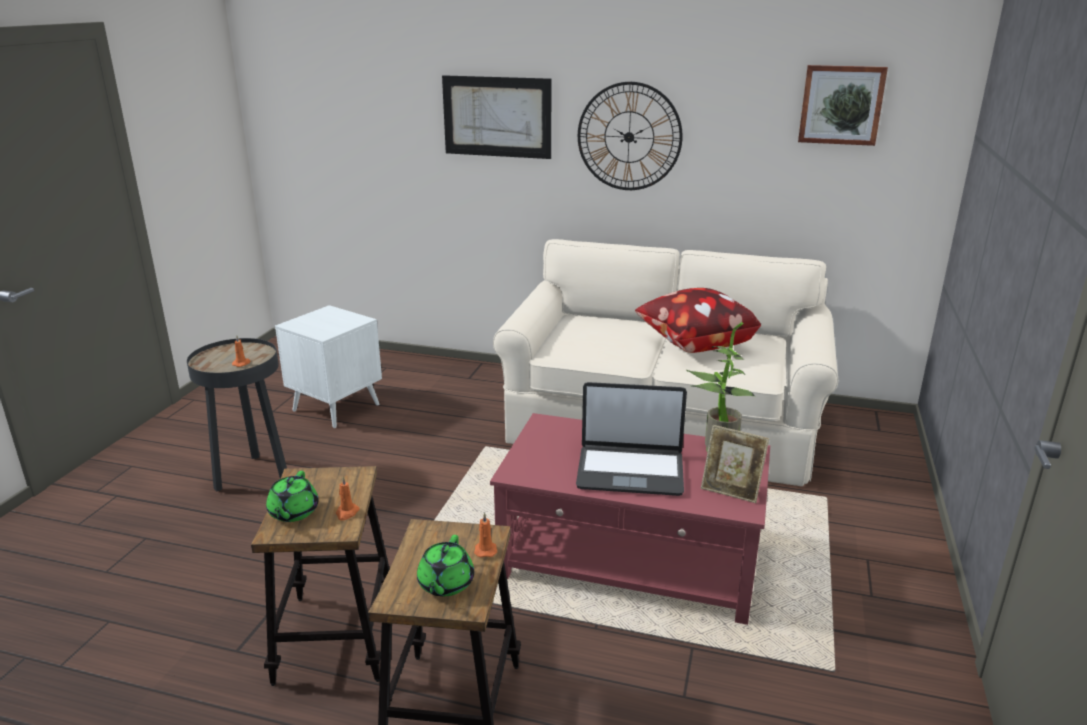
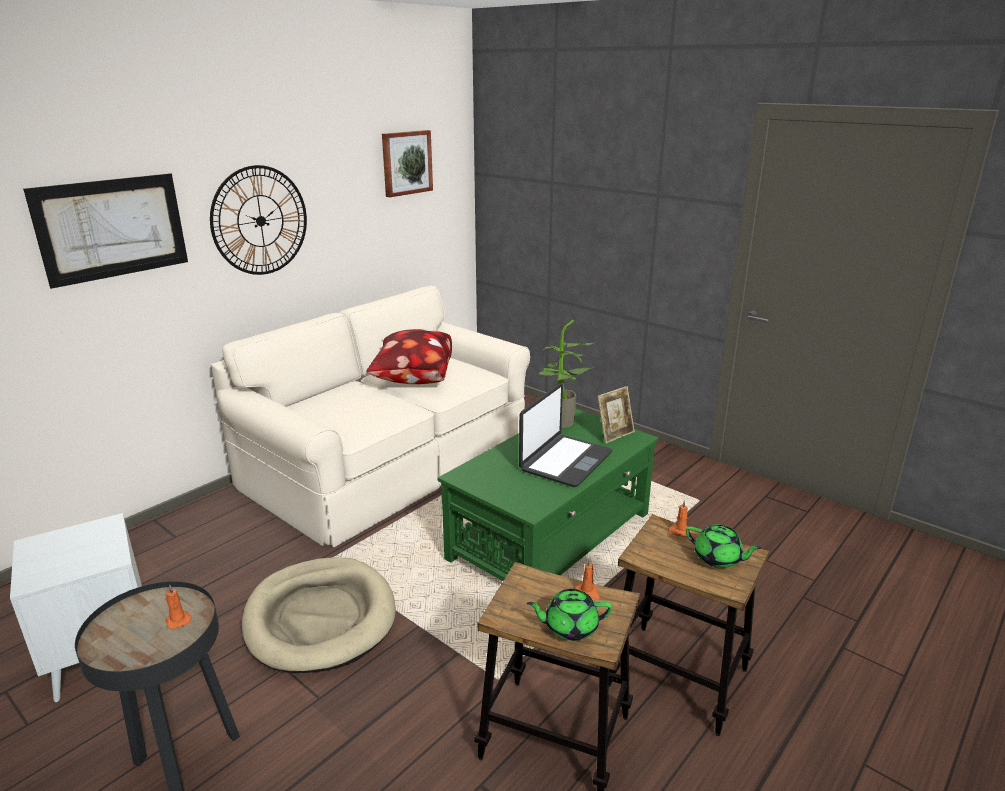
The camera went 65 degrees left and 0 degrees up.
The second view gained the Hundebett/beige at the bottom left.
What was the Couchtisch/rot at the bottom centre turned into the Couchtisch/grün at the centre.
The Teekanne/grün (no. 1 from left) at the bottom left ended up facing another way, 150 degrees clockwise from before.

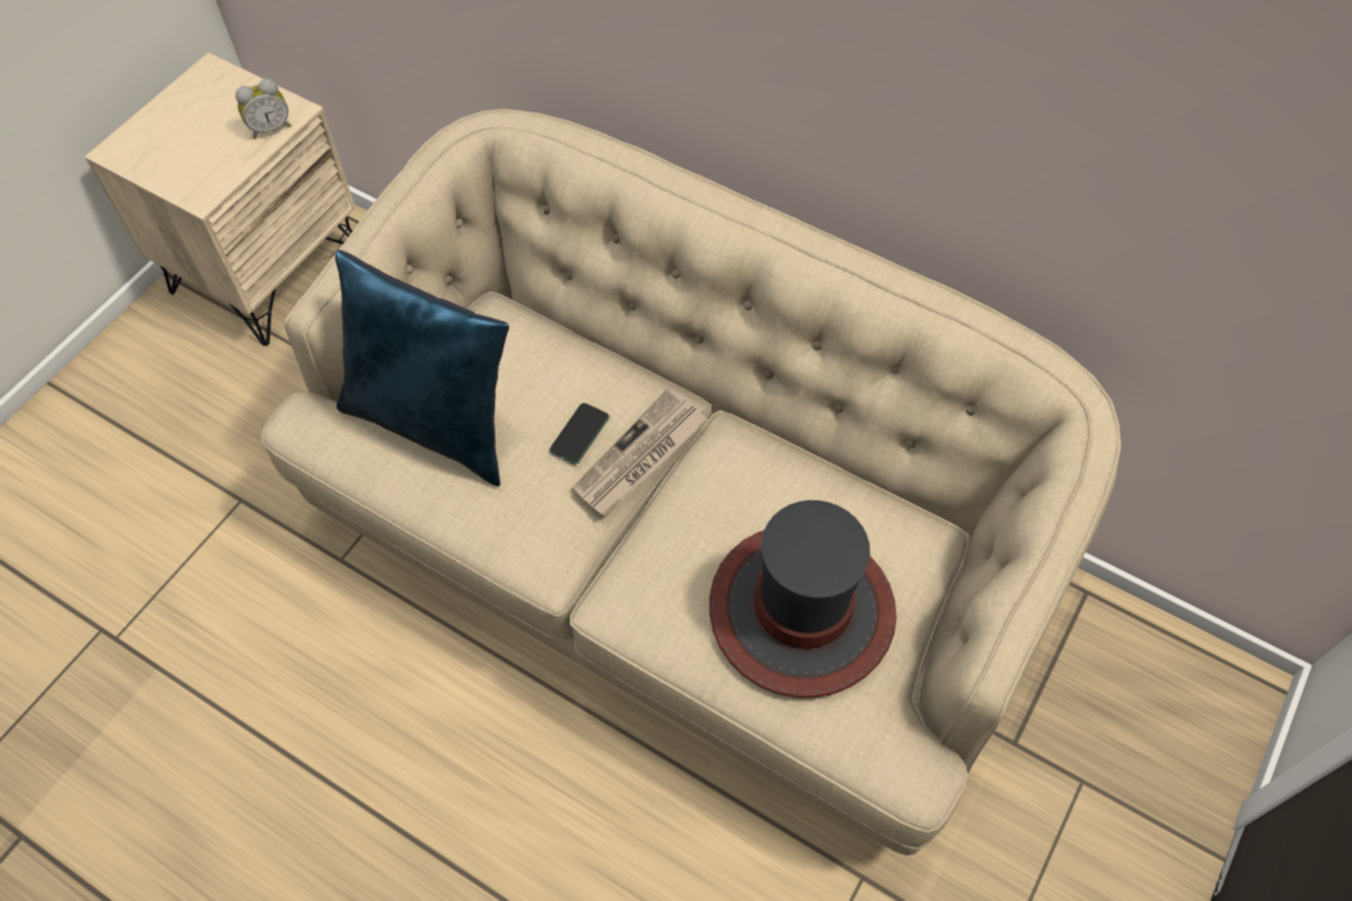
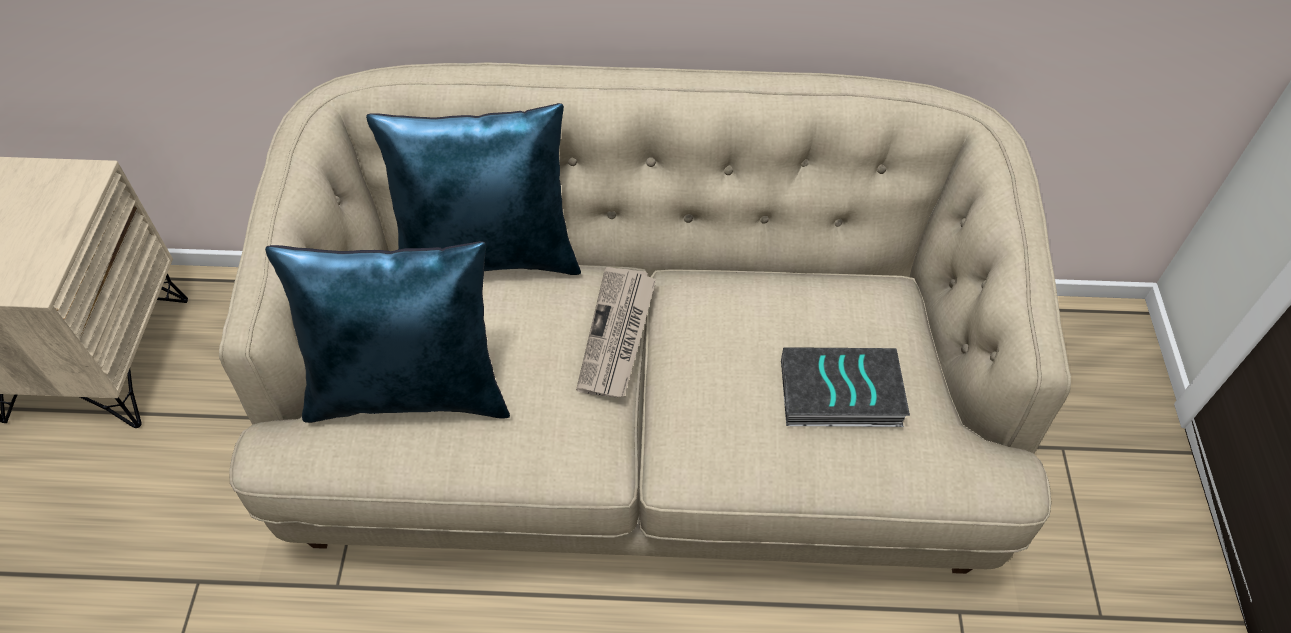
The camera went 30 degrees left and 5 degrees down.
The second view lost the Wecker at the top left.
The second view lost the Handy at the centre.
The second view gained the Kissen/blau (no. 2 from left) at the top centre.
Where the Hut stood at the centre, the Buch came to stand at the centre.

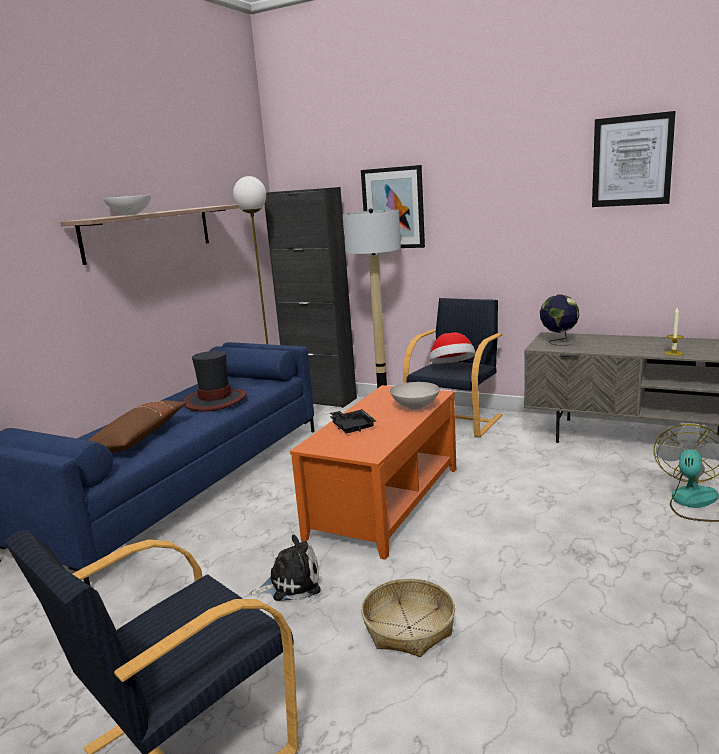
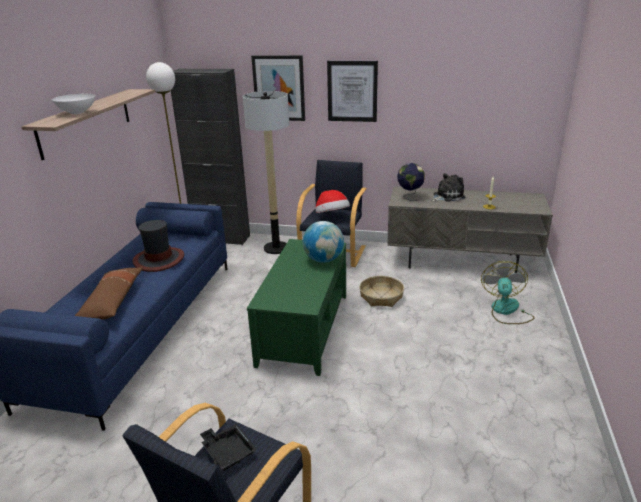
The camera went 15 degrees left and 10 degrees up.
The Plüschtier ended up elsewhere, having gone from the bottom centre to the middle right.
The Tablett/schwarz ended up elsewhere, having gone from the centre to the bottom centre.
The Korb ended up elsewhere, having gone from the bottom centre to the centre.
The Bild (no. 2 from left) ended up elsewhere, having gone from the top right to the top centre.
Where the Schüssel/weiß (no. 2 from left) stood at the centre, the Globus (no. 1 from left) came to stand at the centre.
What was the Couchtisch/orange at the centre turned into the Couchtisch/grün at the centre.

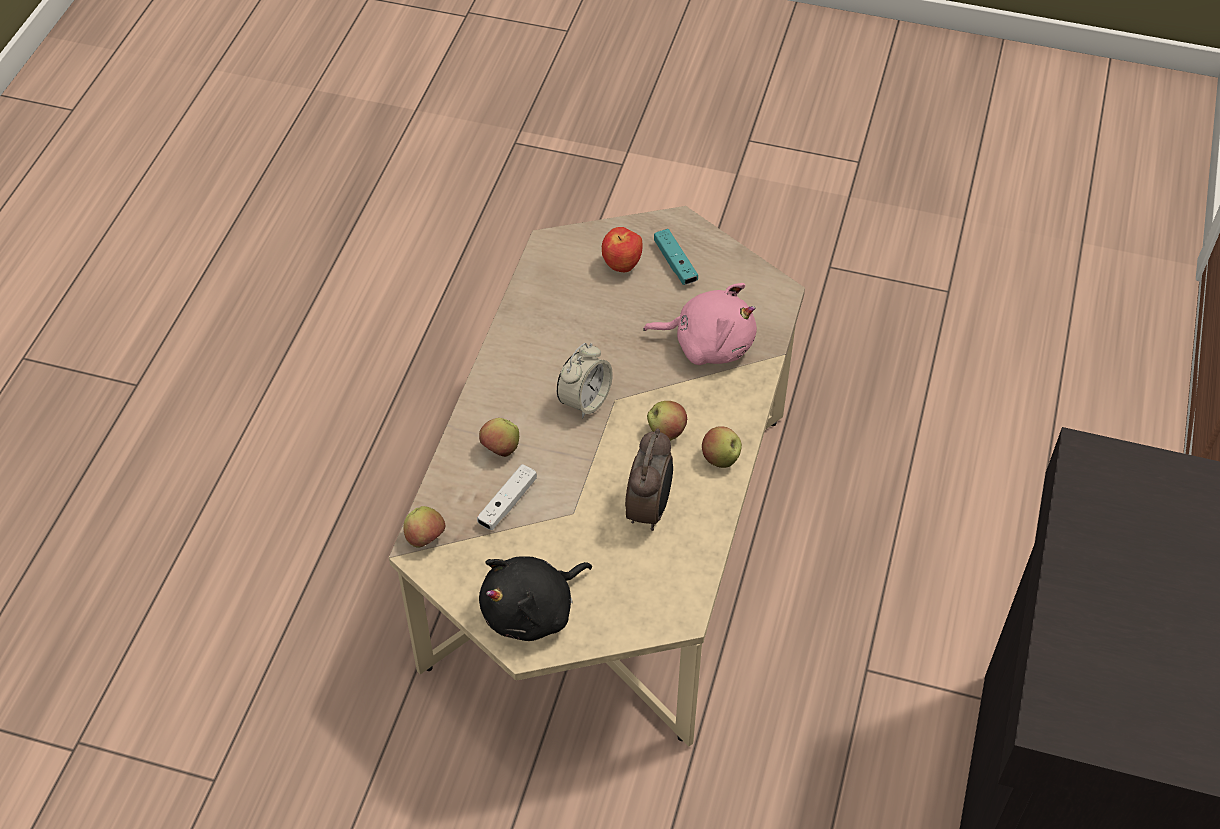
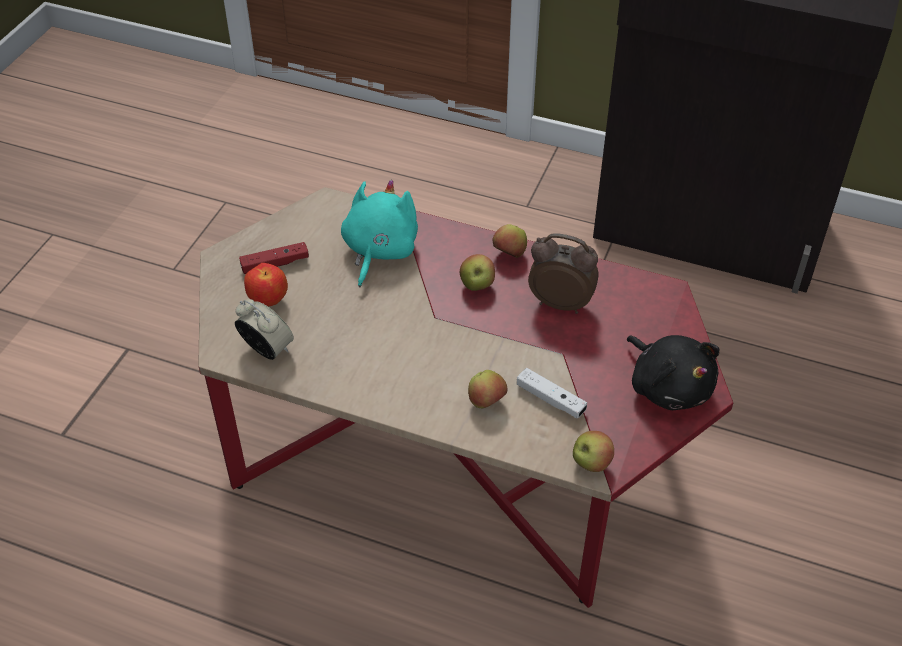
The camera went 85 degrees left and 5 degrees down.
The Wecker (no. 1 from left) ended up elsewhere, having gone from the centre to the middle left.
What was the Couchtisch/beige at the centre turned into the Couchtisch/rot at the centre.
What was the Plüschtier/rosa at the centre turned into the Plüschtier/türkis at the centre.
What was the Gamepad/türkis at the top centre turned into the Gamepad/rot at the middle left.

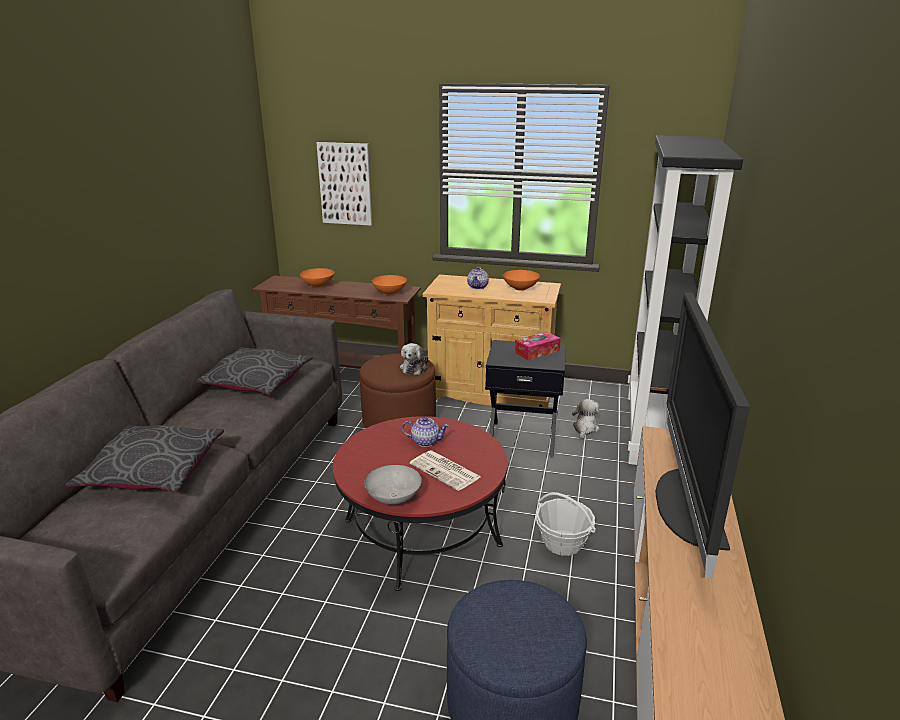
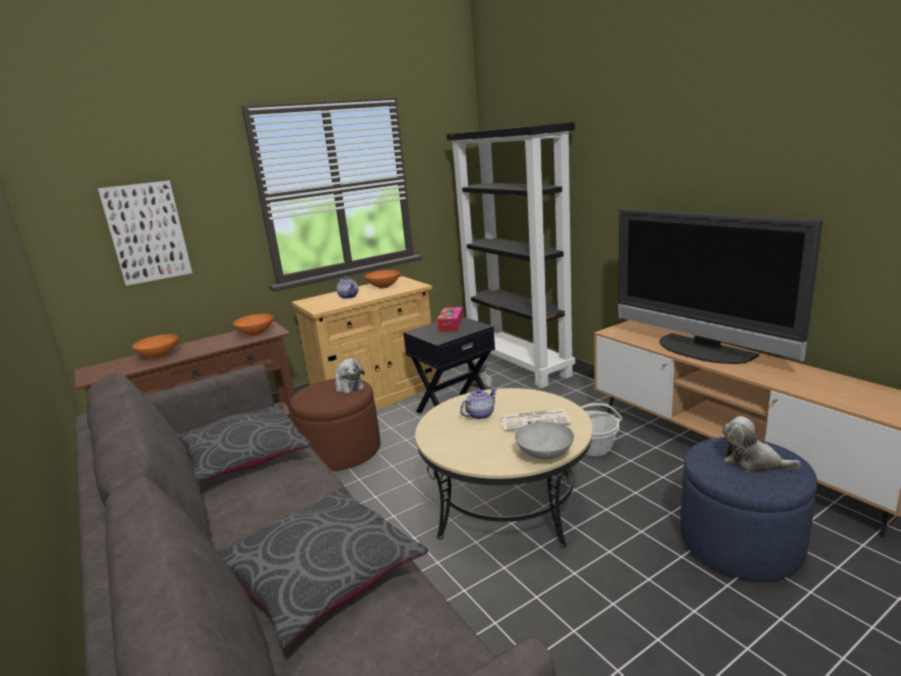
The camera went 45 degrees left and 5 degrees down.
The second view gained the Plüschtier (no. 3 from left) at the middle right.
What was the Couchtisch/rot at the bottom centre turned into the Couchtisch/beige at the bottom centre.

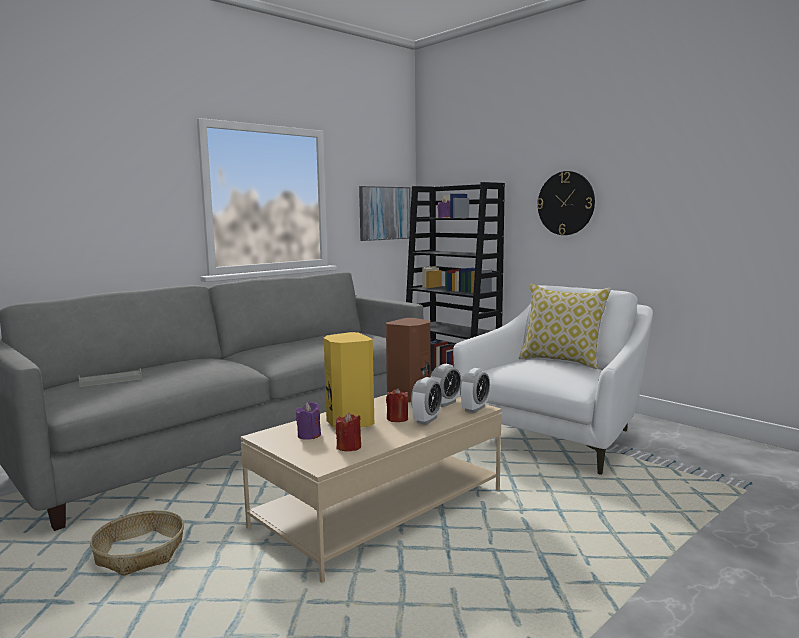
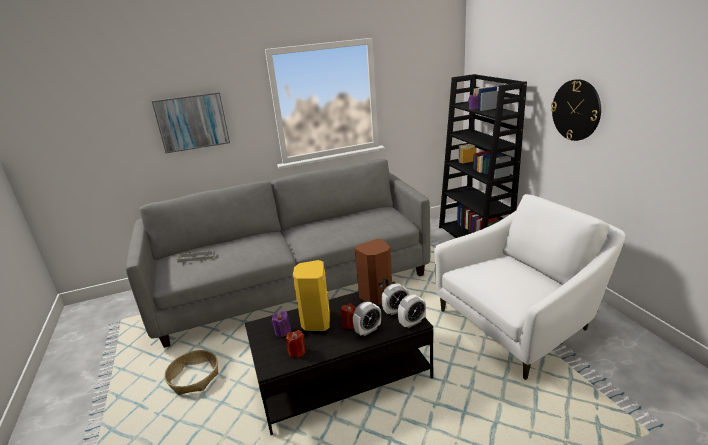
The camera went 25 degrees right and 15 degrees up.
The second view lost the Kissen at the middle right.
The Bild ended up elsewhere, having gone from the centre to the top left.
What was the Couchtisch/beige at the bottom centre turned into the Couchtisch/schwarz at the bottom centre.

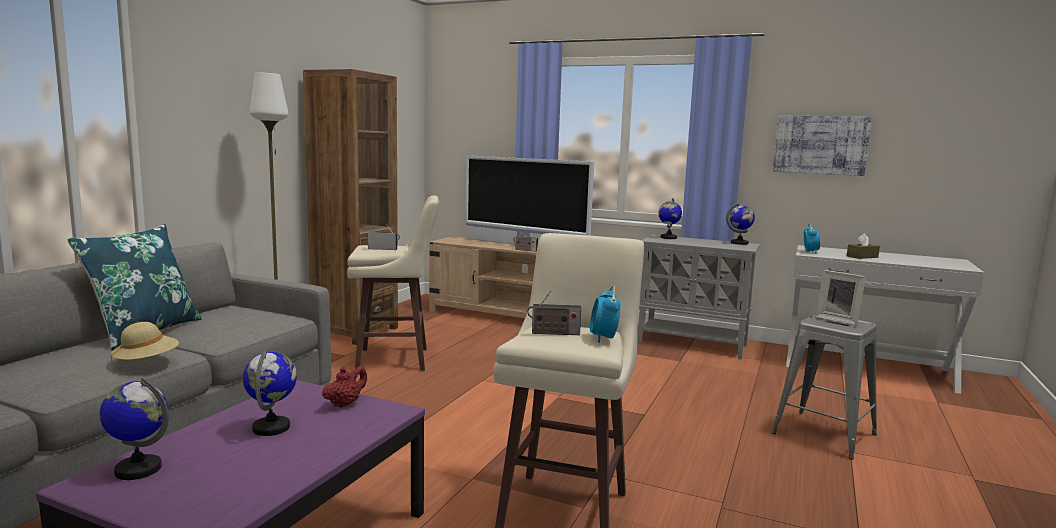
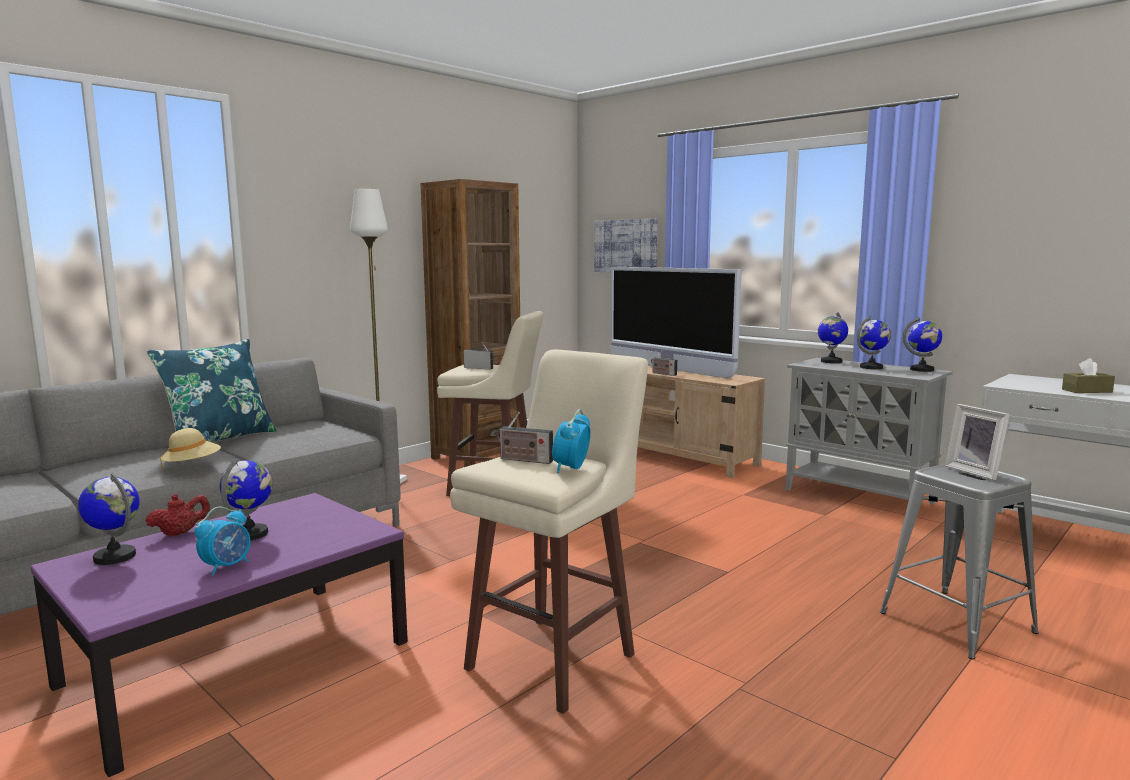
The camera went 20 degrees right and 0 degrees up.
The second view gained the Globus (no. 4 from left) at the middle right.
The Teekanne/rot ended up elsewhere, having gone from the bottom left to the middle left.
The Bild ended up elsewhere, having gone from the top right to the top centre.
The Wecker (no. 2 from left in the first image) ended up elsewhere, having gone from the middle right to the bottom left.

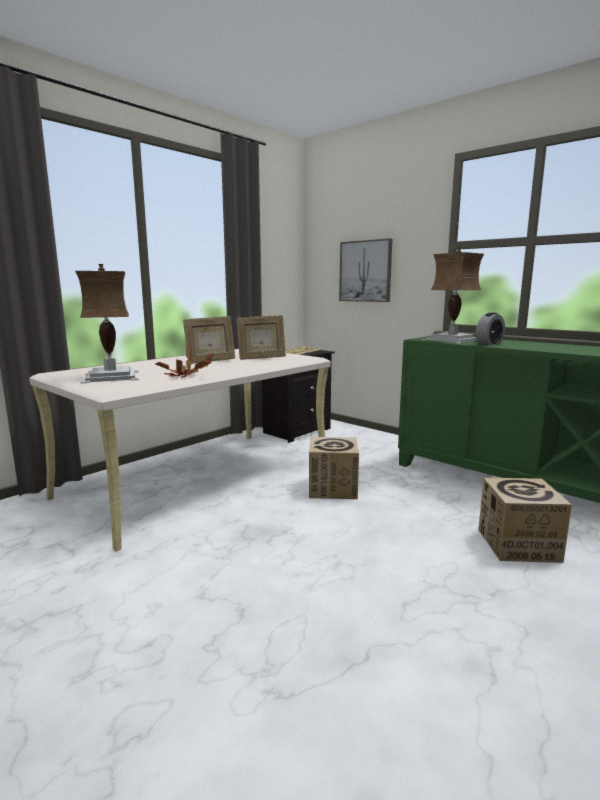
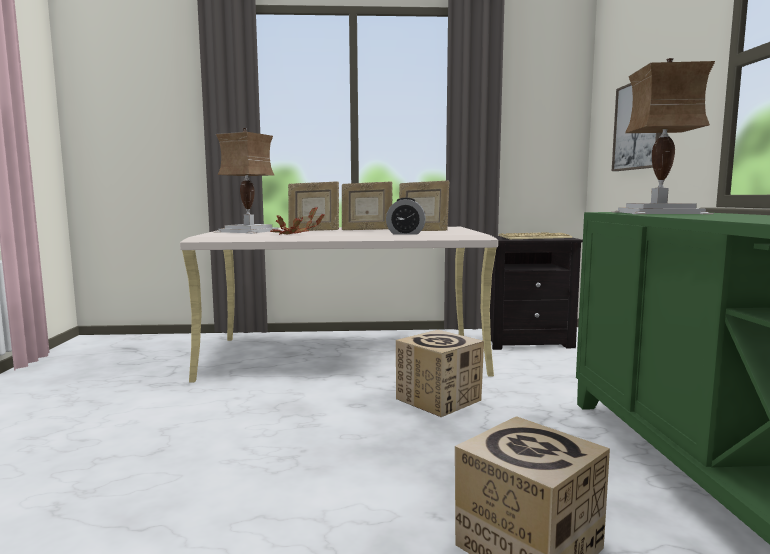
The camera went 45 degrees right and 5 degrees down.
The second view gained the Bilderrahmen (no. 1 from left) at the centre.
The Wecker ended up elsewhere, having gone from the middle right to the centre.

